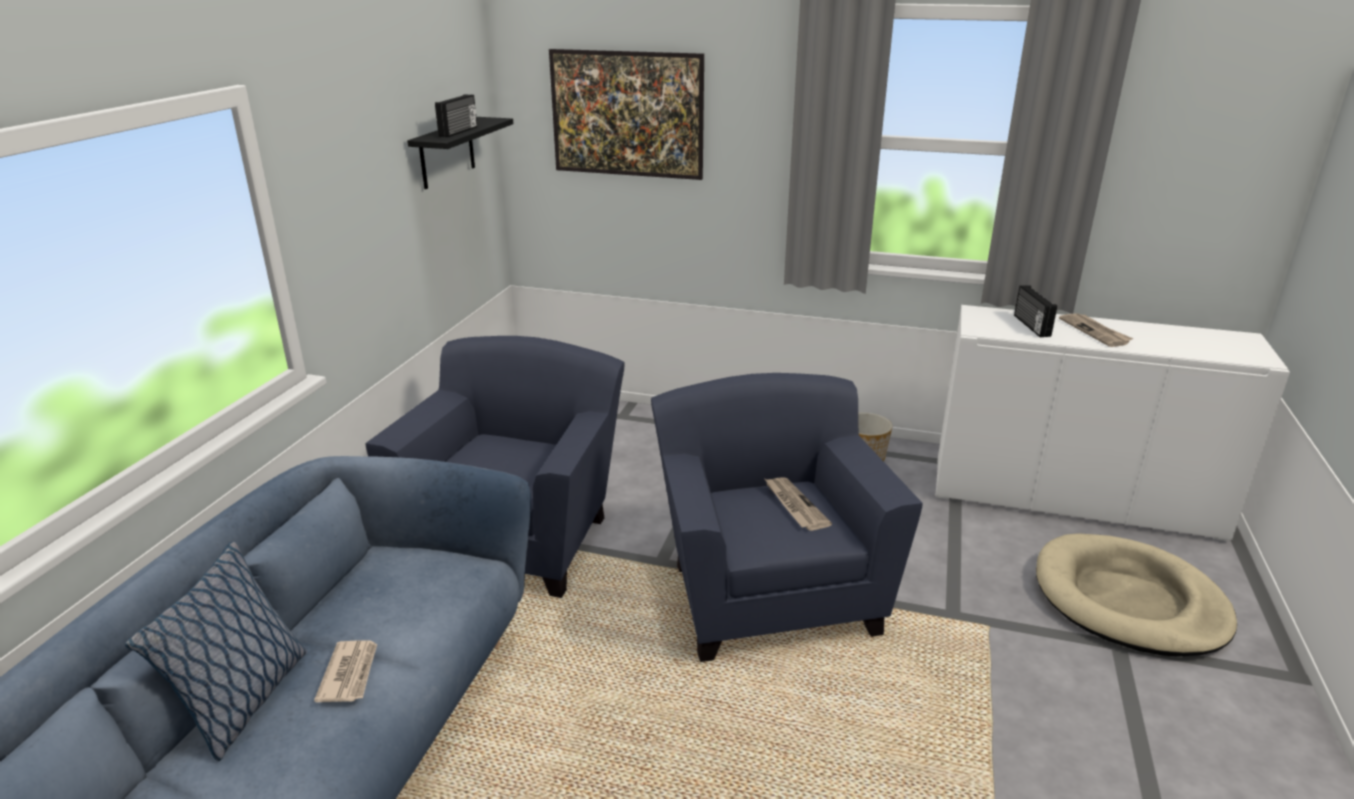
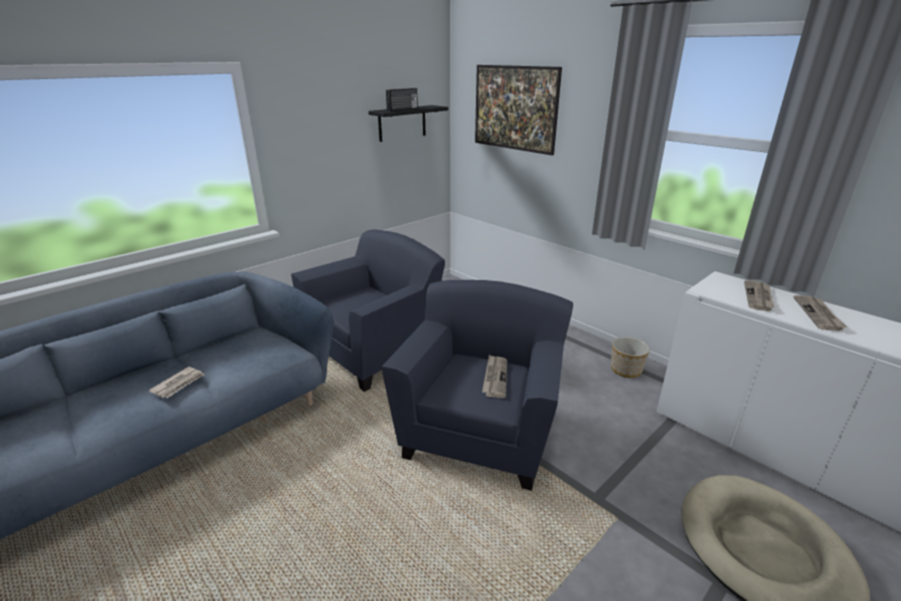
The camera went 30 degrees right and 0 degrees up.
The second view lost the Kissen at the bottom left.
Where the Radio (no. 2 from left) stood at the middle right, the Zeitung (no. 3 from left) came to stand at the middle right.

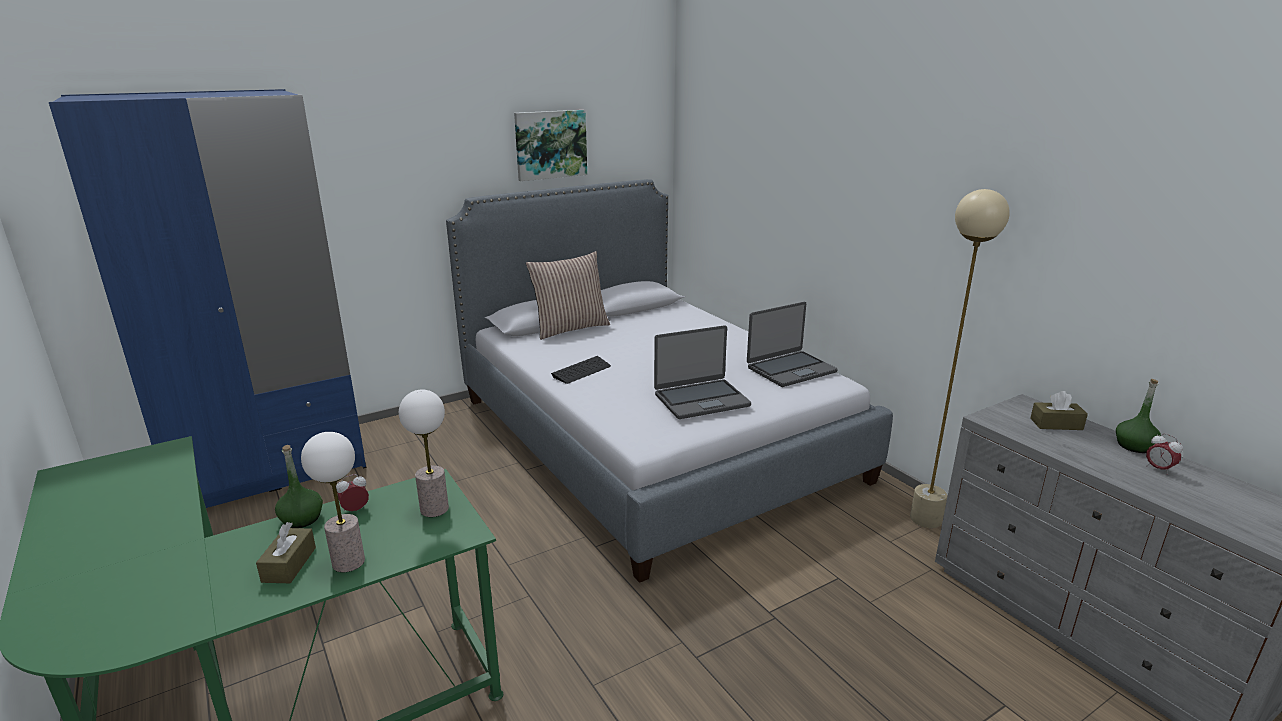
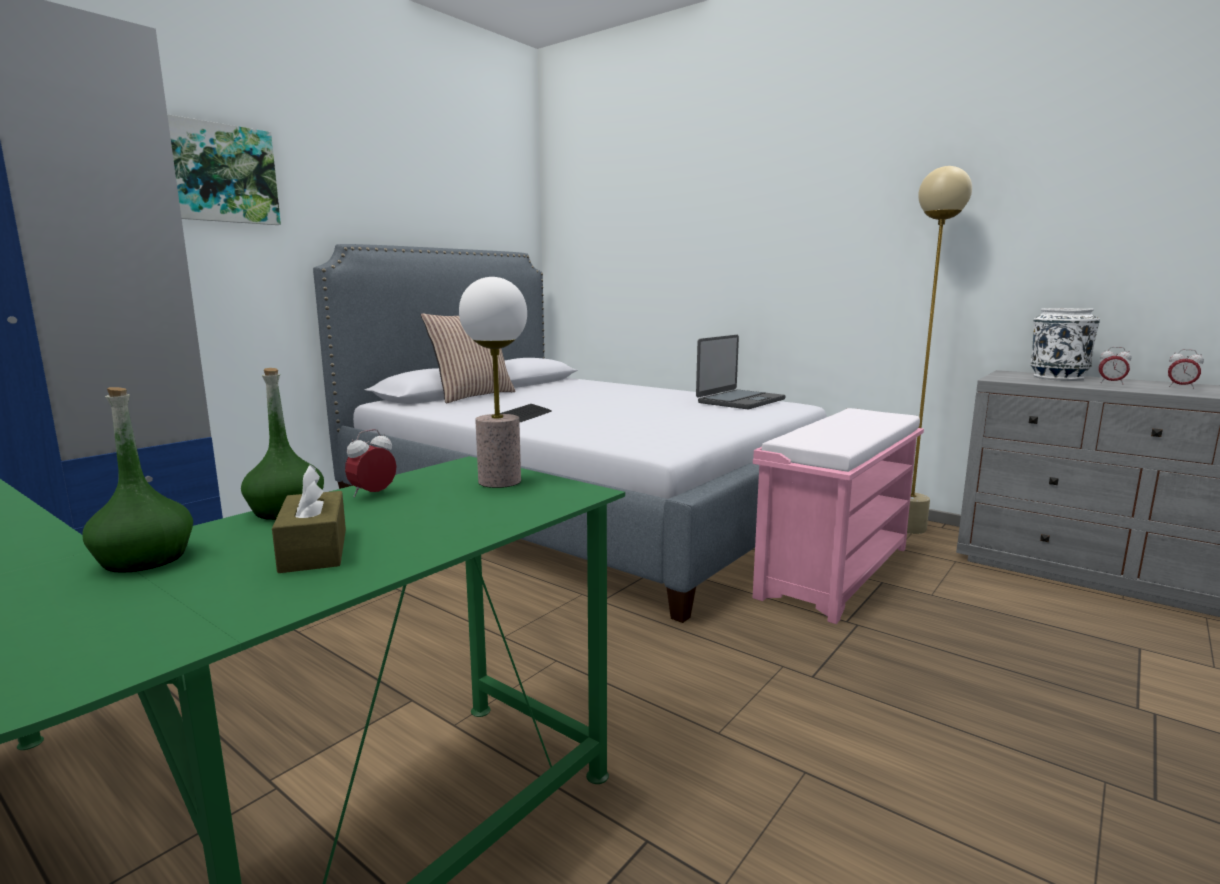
The camera went 20 degrees left and 10 degrees down.
The second view lost the Tischlampe (no. 1 from left) at the bottom left.
The second view lost the Laptop (no. 1 from left) at the centre.
The second view gained the Bank/rosa at the middle right.
The second view gained the Wecker (no. 2 from left) at the middle right.
The Bild ended up elsewhere, having gone from the top centre to the top left.
The Flasche/grün (no. 2 from left in the first image) ended up elsewhere, having gone from the middle right to the middle left.
Where the Taschentuchbox/braun (no. 2 from left) stood at the middle right, the Vase/weiß came to stand at the middle right.

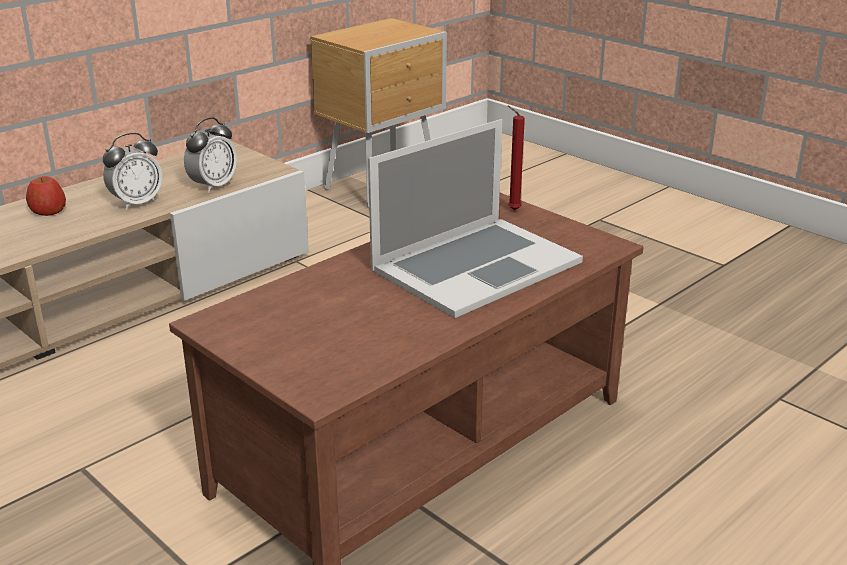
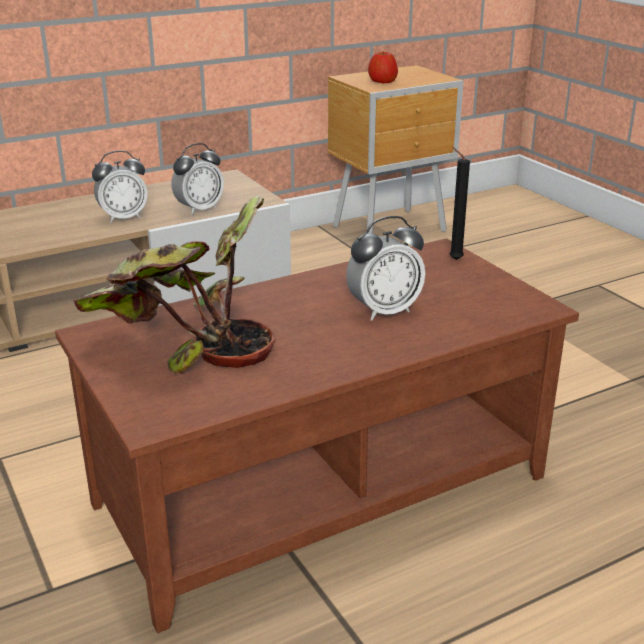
The camera went 15 degrees right and 0 degrees up.
The second view gained the Topfpflanze at the middle left.
The Apfel ended up elsewhere, having gone from the middle left to the top centre.
Where the Laptop stood at the centre, the Wecker (no. 3 from left) came to stand at the centre.
What was the Kerze/rot at the top centre turned into the Kerze/schwarz at the top right.

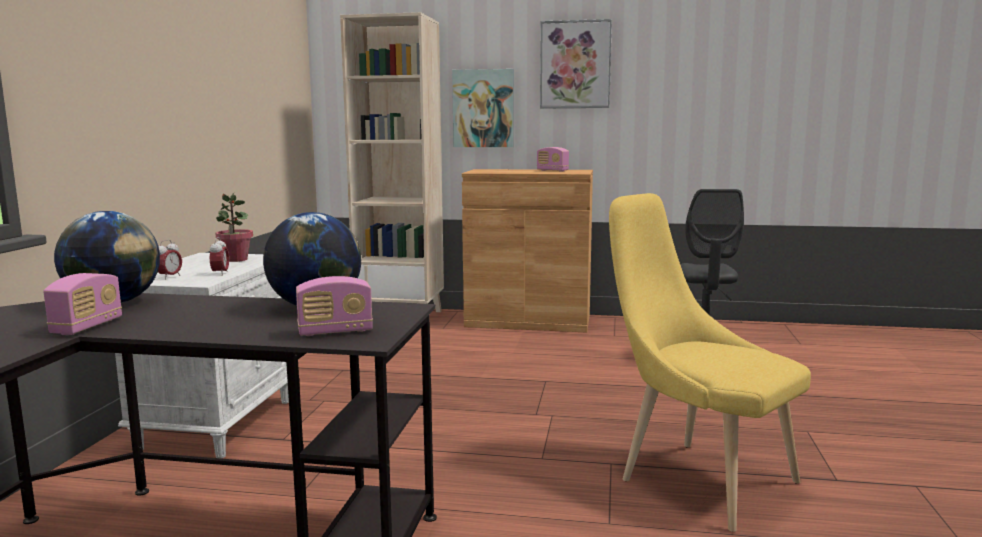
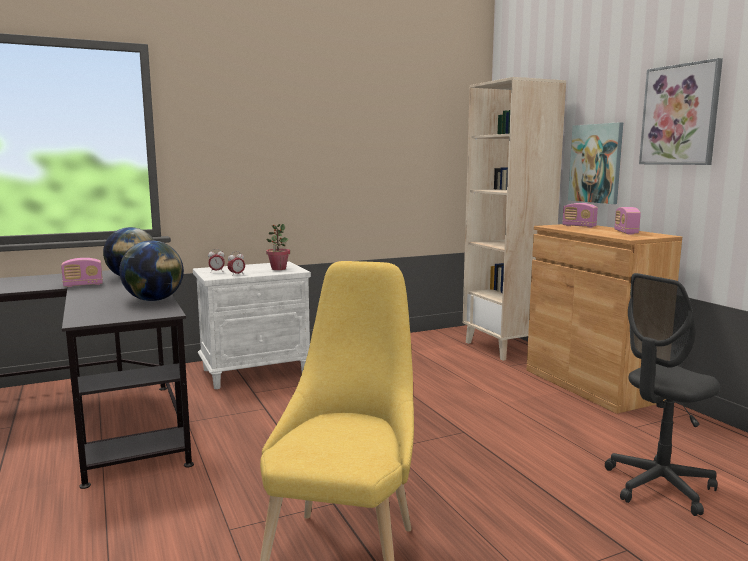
The camera went 55 degrees right and 0 degrees up.
The Radio (no. 2 from left) ended up elsewhere, having gone from the centre to the middle right.

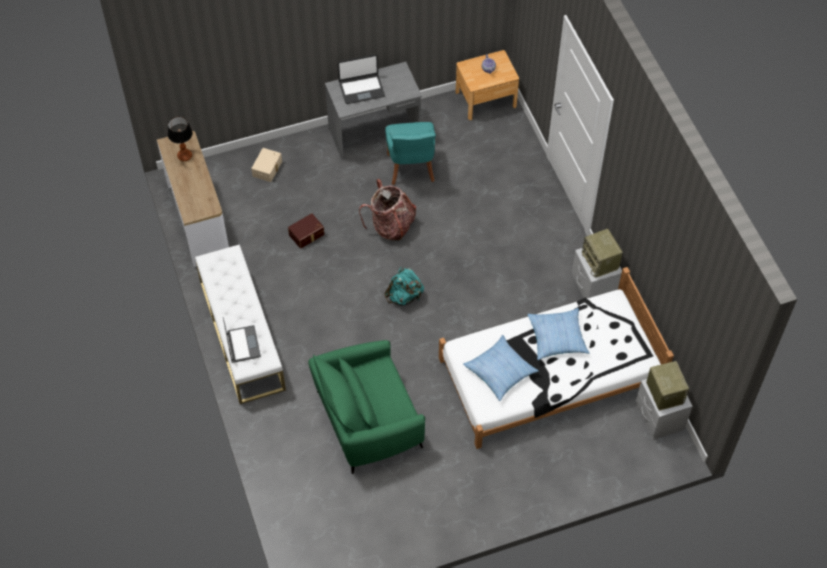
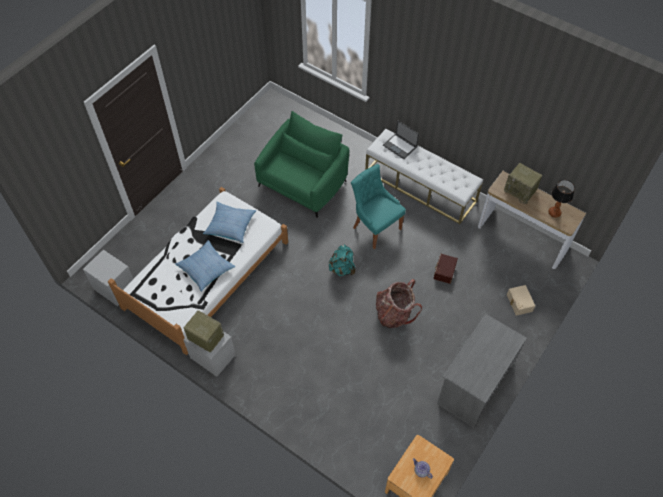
The camera went 145 degrees right and 0 degrees up.
The second view lost the Laptop (no. 2 from left) at the top centre.
The Stuhl/türkis ended up elsewhere, having gone from the top centre to the centre.
The Radio (no. 2 from left) ended up elsewhere, having gone from the bottom right to the middle right.

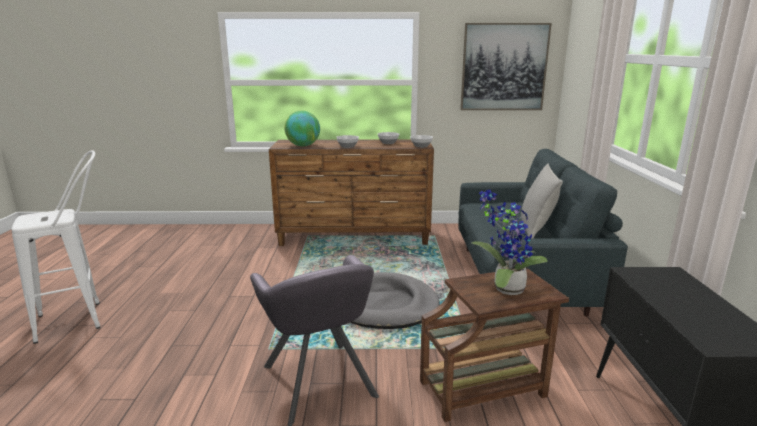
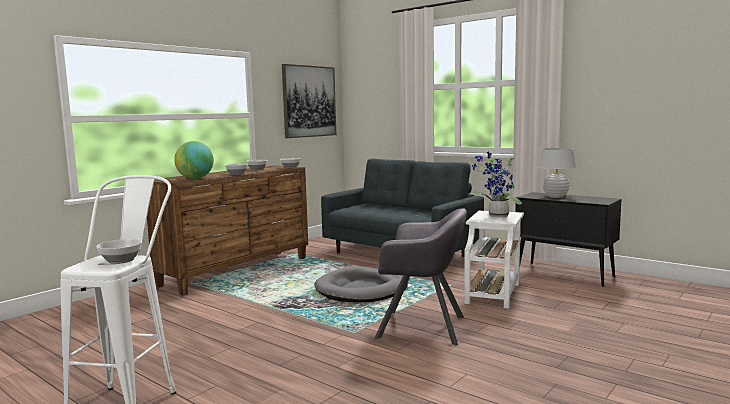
The camera went 50 degrees left and 10 degrees down.
The second view lost the Kissen/grau at the middle right.
The second view gained the Schüssel (no. 1 from left) at the middle left.
The second view gained the Tischlampe/weiß at the middle right.
What was the Beistelltisch/braun at the bottom centre turned into the Beistelltisch/weiß at the middle right.

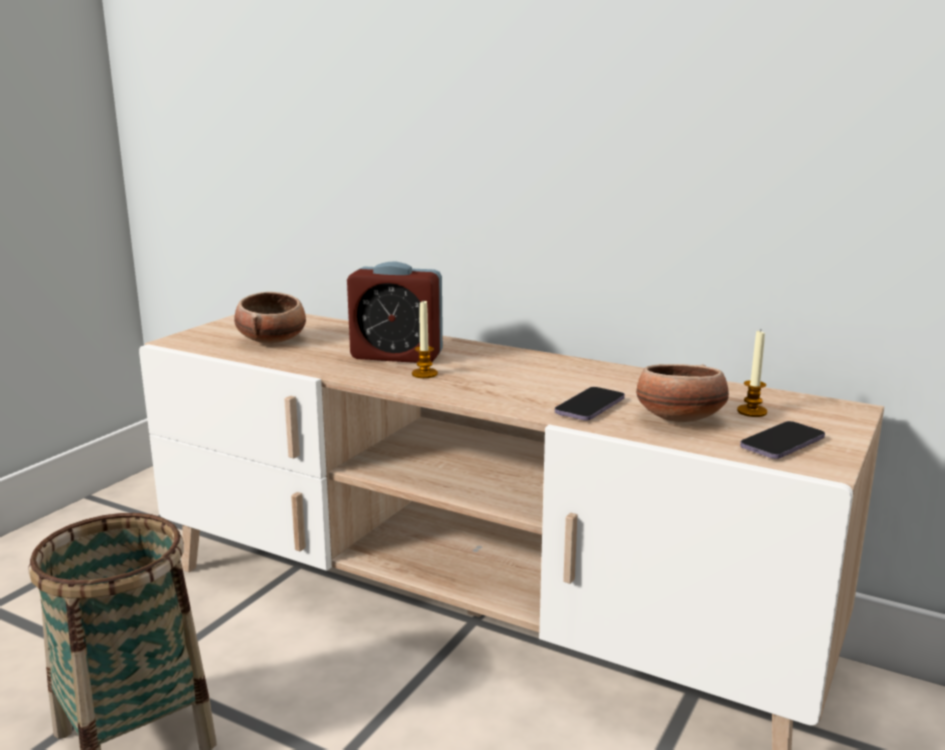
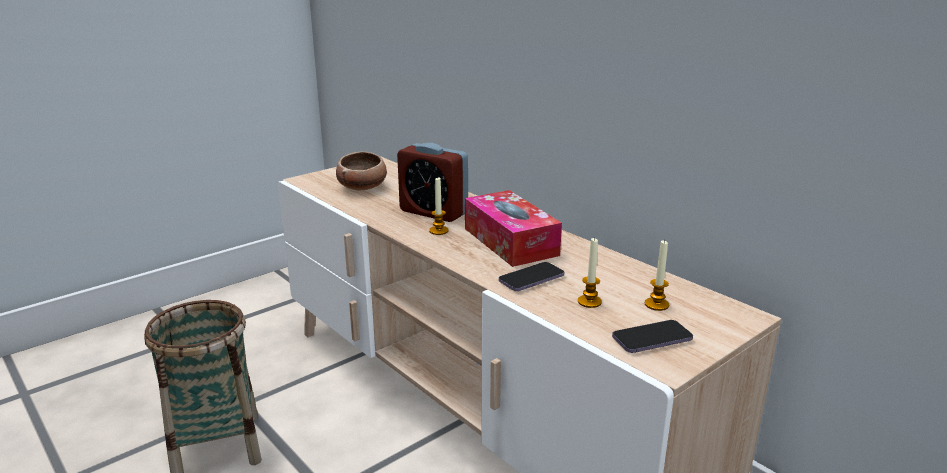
The camera went 20 degrees right and 5 degrees up.
The second view gained the Taschentuchbox at the centre.
Where the Schüssel (no. 2 from left) stood at the middle right, the Kerze (no. 2 from left) came to stand at the centre.

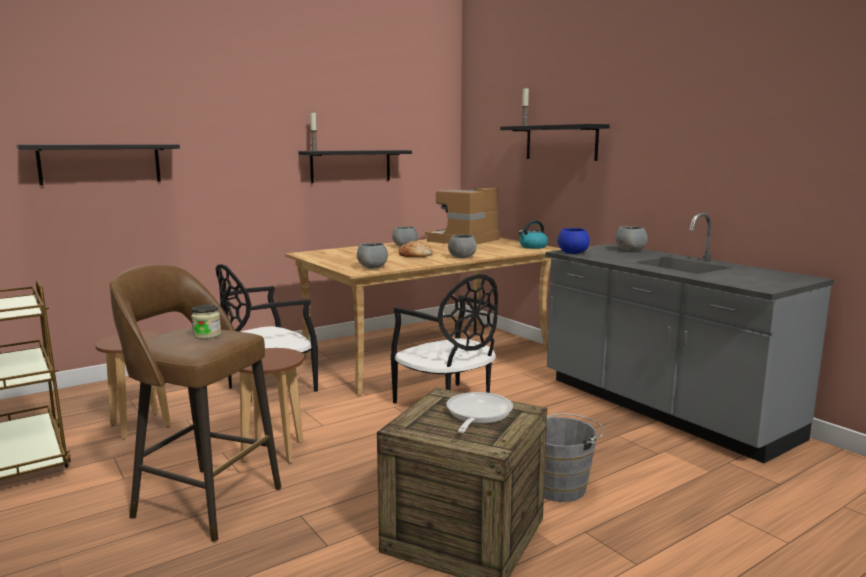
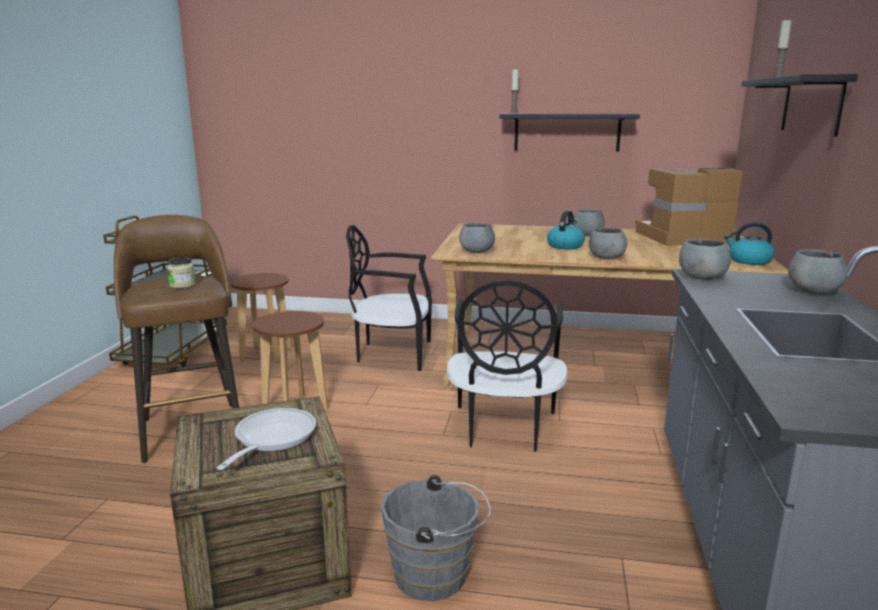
The camera went 45 degrees right and 5 degrees up.
The second view lost the Wandregal/schwarz (no. 1 from left) at the top left.
Where the Brot stood at the centre, the Wasserkessel (no. 1 from left) came to stand at the centre.
What was the Schüssel/blau at the centre turned into the Schüssel/grau (no. 4 from left) at the middle right.
The Pfanne at the bottom centre ended up facing another way, 45 degrees counterclockwise from before.

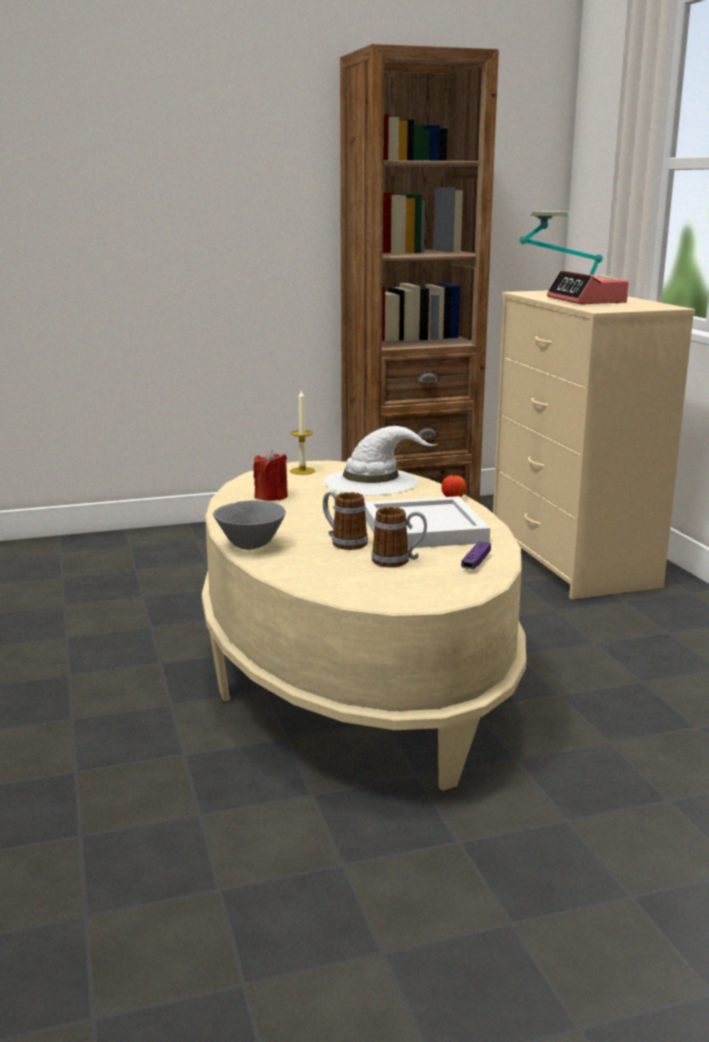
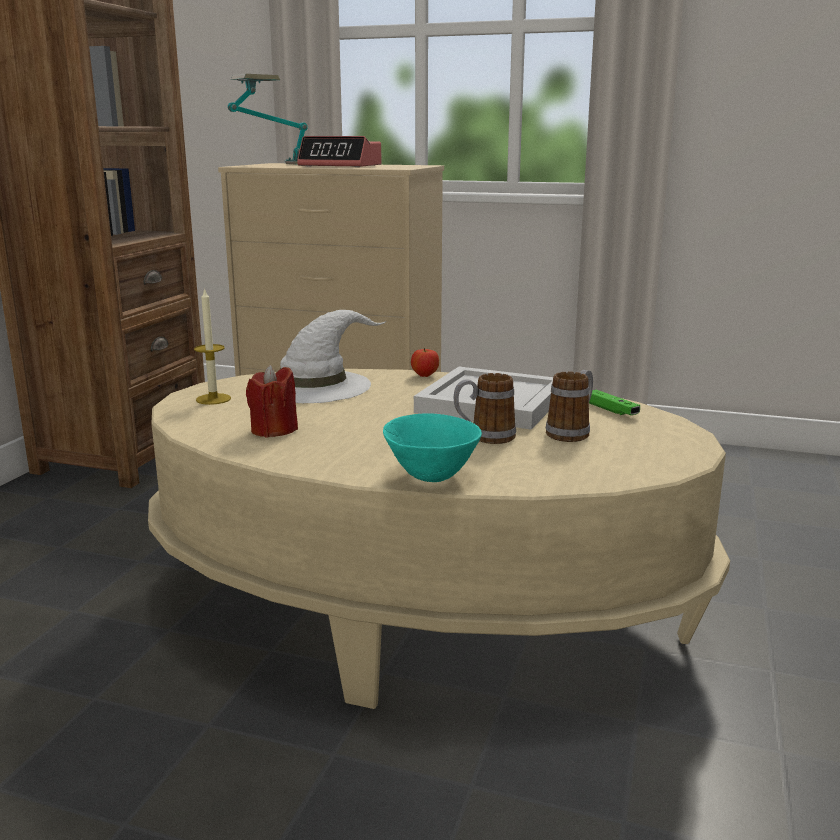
The camera went 55 degrees left and 0 degrees up.
What was the Schüssel/grau at the centre turned into the Schüssel/türkis at the centre.
What was the Gamepad/lila at the middle right turned into the Gamepad/grün at the middle right.

